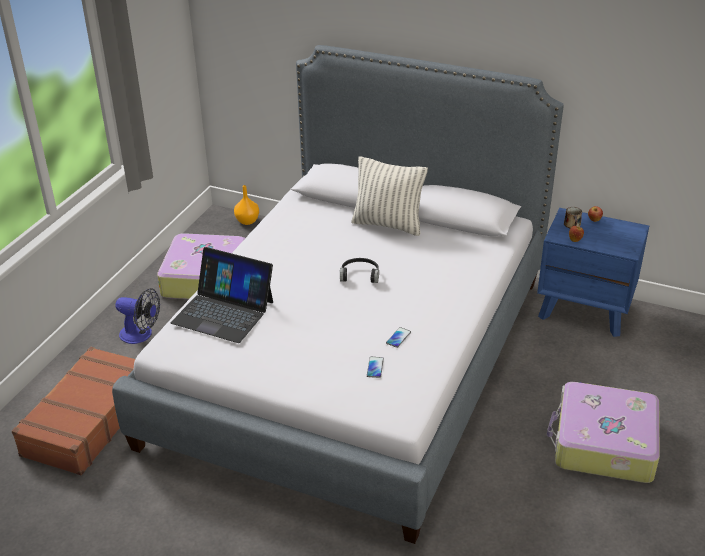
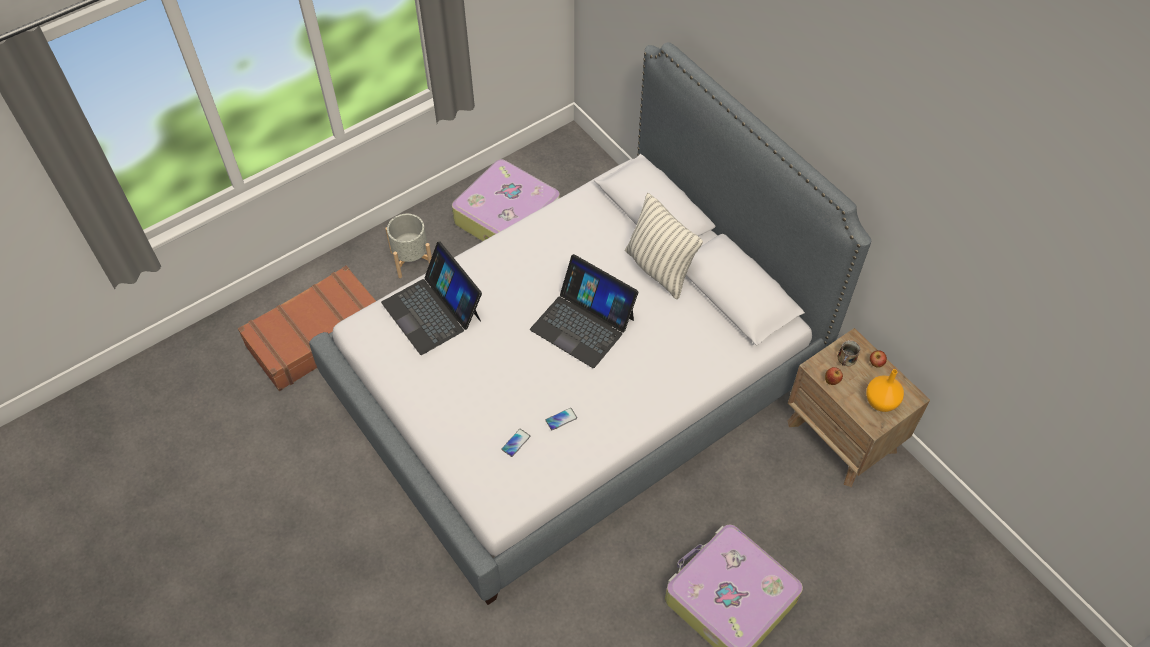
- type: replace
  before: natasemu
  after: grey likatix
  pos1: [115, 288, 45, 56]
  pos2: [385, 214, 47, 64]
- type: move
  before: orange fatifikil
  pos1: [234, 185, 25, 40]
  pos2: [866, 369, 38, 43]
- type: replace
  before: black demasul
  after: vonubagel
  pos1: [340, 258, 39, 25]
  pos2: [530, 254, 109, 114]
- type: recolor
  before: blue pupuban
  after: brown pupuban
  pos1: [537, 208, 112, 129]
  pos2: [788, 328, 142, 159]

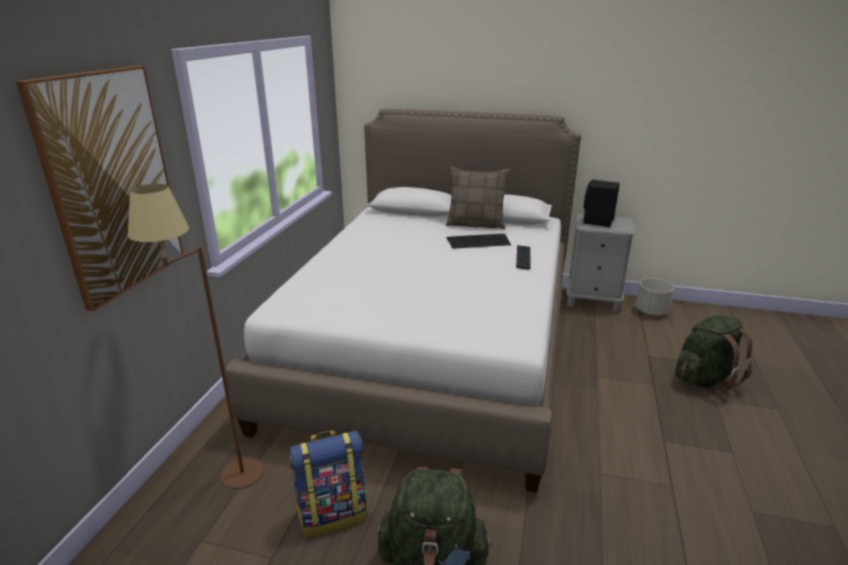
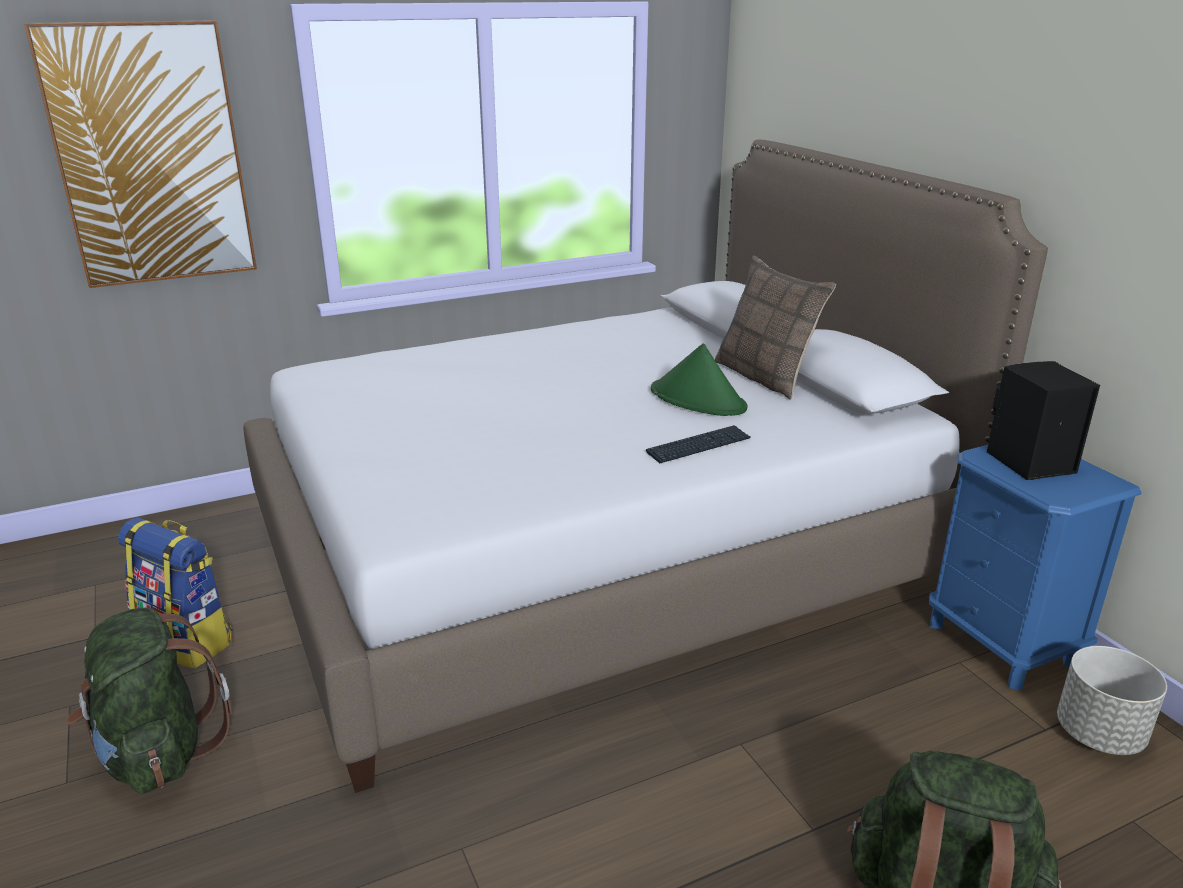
- type: delete
  before: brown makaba
  pos1: [128, 184, 136, 305]
- type: replace
  before: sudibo
  after: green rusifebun
  pos1: [447, 234, 64, 15]
  pos2: [651, 343, 96, 73]
- type: recolor
  before: grey pupuban
  after: blue pupuban
  pos1: [567, 213, 68, 99]
  pos2: [929, 445, 213, 245]

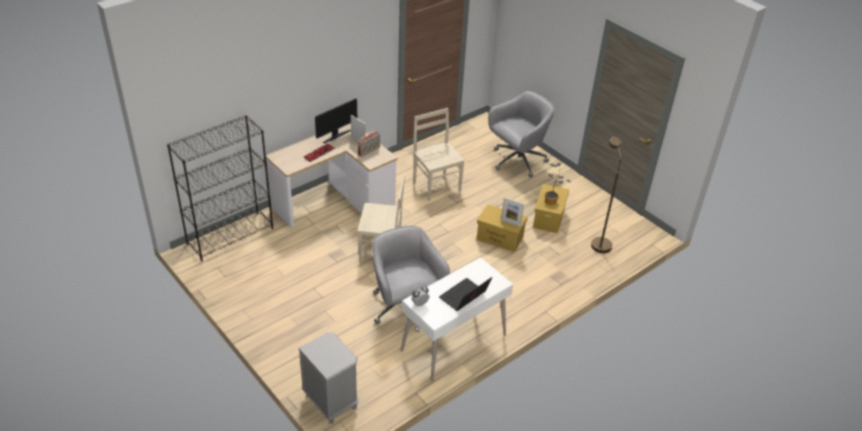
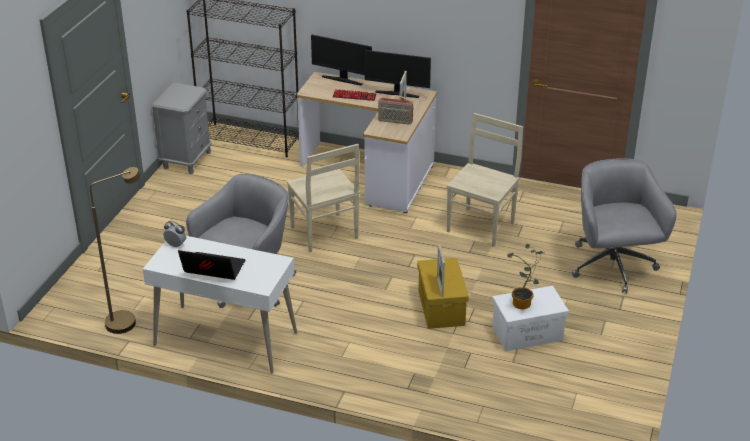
- type: move
  before: grey pupuban
  pos1: [298, 332, 61, 92]
  pos2: [152, 83, 60, 91]
- type: rotate
  before: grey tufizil
  pos1: [488, 91, 67, 87]
  pos2: [572, 158, 105, 135]
  turn: -120
- type: recolor
  before: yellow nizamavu
  after: white nizamavu
  pos1: [533, 184, 36, 49]
  pos2: [492, 286, 77, 65]
- type: move
  before: brown makaba
  pos1: [591, 137, 31, 116]
  pos2: [90, 167, 51, 167]
- type: insert
  after: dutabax
  pos2: [311, 35, 61, 51]

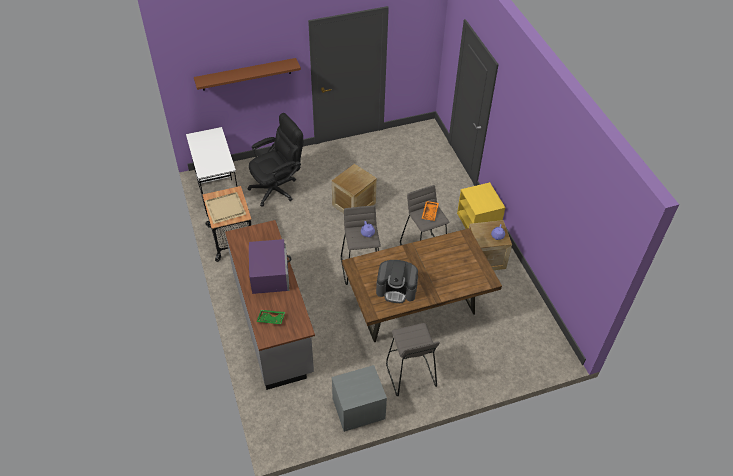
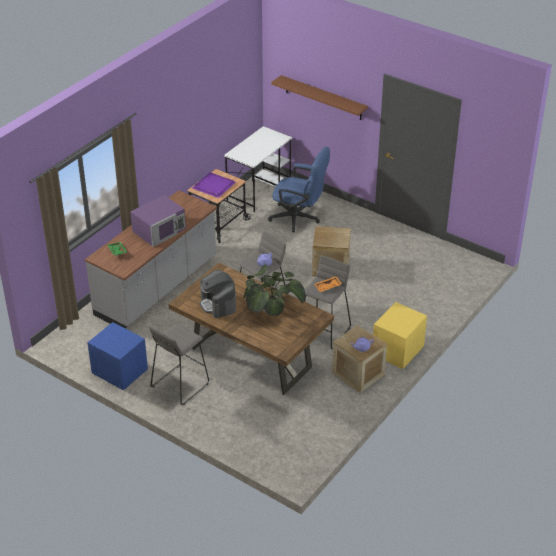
- type: recolor
  before: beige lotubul
  after: purple lotubul
  pos1: [205, 192, 41, 32]
  pos2: [192, 172, 44, 26]
- type: recolor
  before: black tufizil
  after: blue tufizil
  pos1: [247, 113, 56, 94]
  pos2: [268, 147, 62, 85]
- type: recolor
  before: grey pupuban
  after: blue pupuban
  pos1: [332, 365, 55, 67]
  pos2: [87, 322, 61, 68]
- type: insert
  after: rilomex
  pos2: [243, 264, 63, 52]

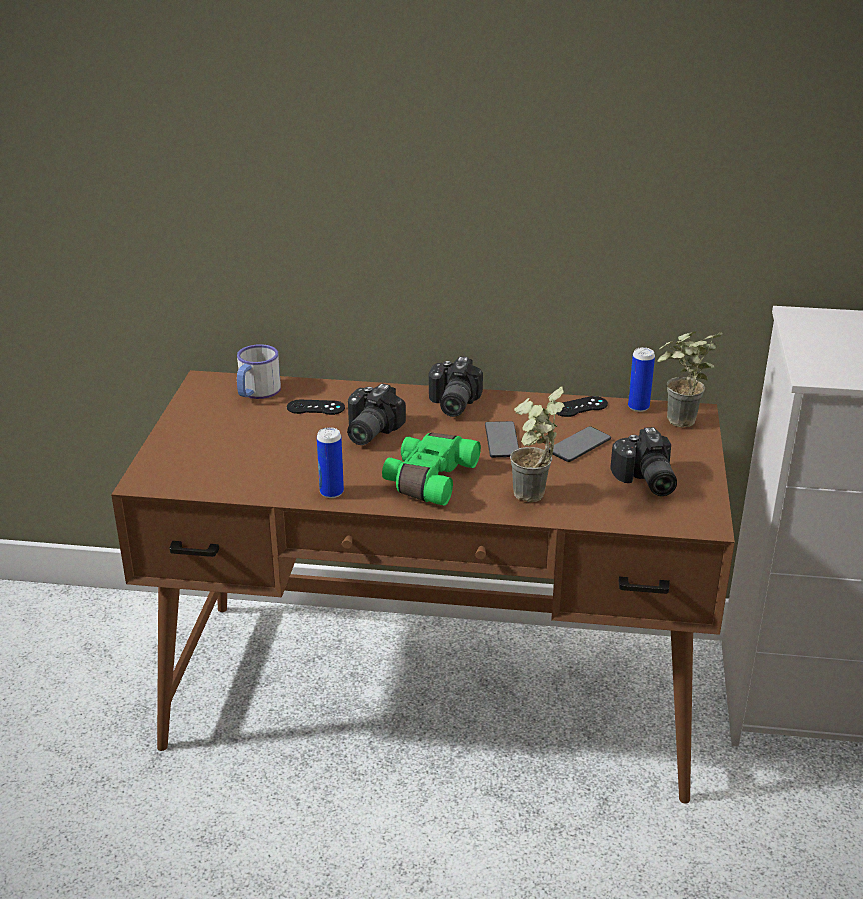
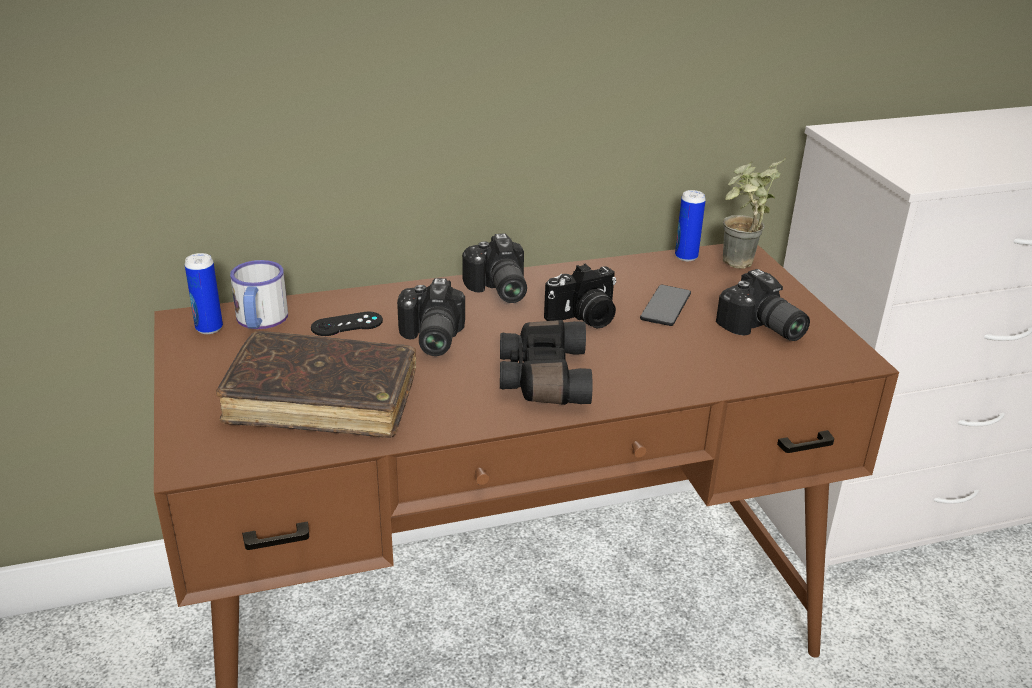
- type: move
  before: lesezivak
  pos1: [317, 427, 27, 71]
  pos2: [185, 253, 38, 81]
- type: recolor
  before: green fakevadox
  after: black fakevadox
  pos1: [382, 433, 99, 73]
  pos2: [500, 320, 92, 85]
- type: replace
  before: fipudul
  after: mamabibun
  pos1: [485, 421, 34, 37]
  pos2: [544, 264, 72, 64]
- type: delete
  before: rilomex
  pos1: [510, 386, 55, 116]
- type: delete
  before: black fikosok
  pos1: [556, 396, 52, 21]
- type: insert
  after: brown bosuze
  pos2: [216, 331, 200, 107]

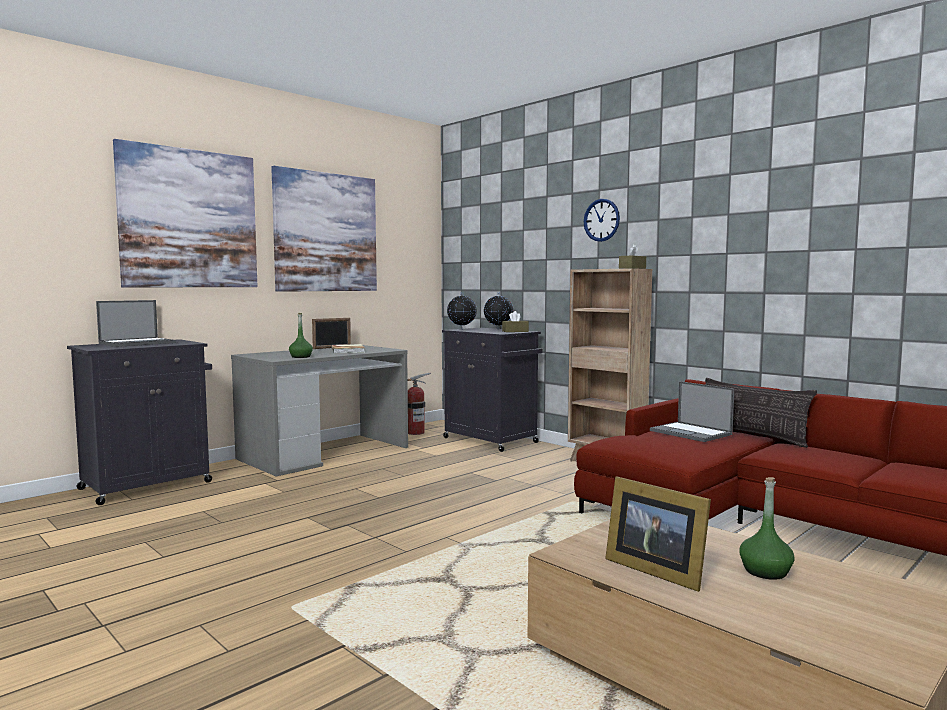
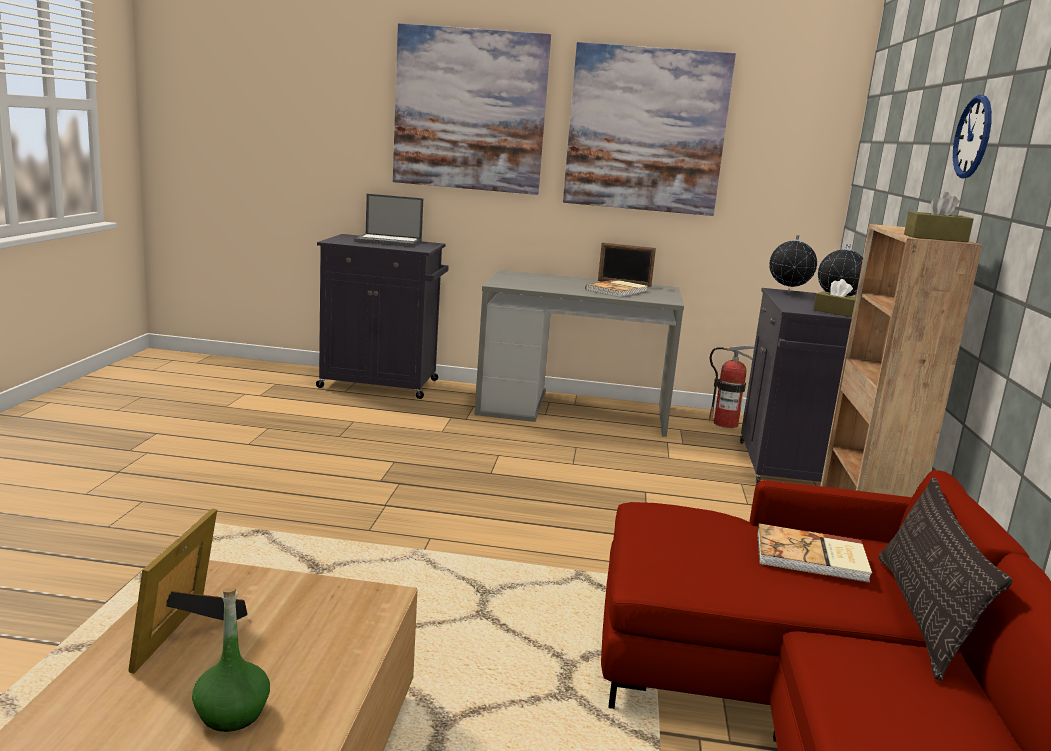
- type: delete
  before: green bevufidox
  pos1: [289, 313, 24, 45]
- type: replace
  before: vonubagel
  after: bosuze
  pos1: [650, 381, 84, 61]
  pos2: [757, 523, 115, 60]

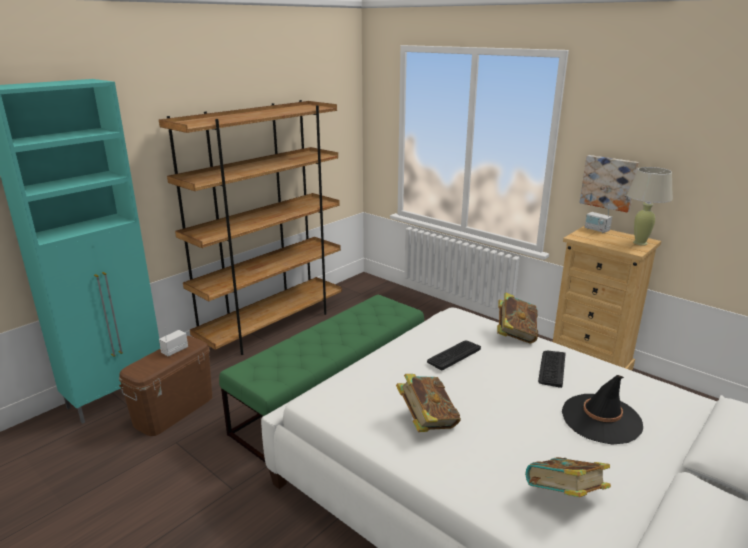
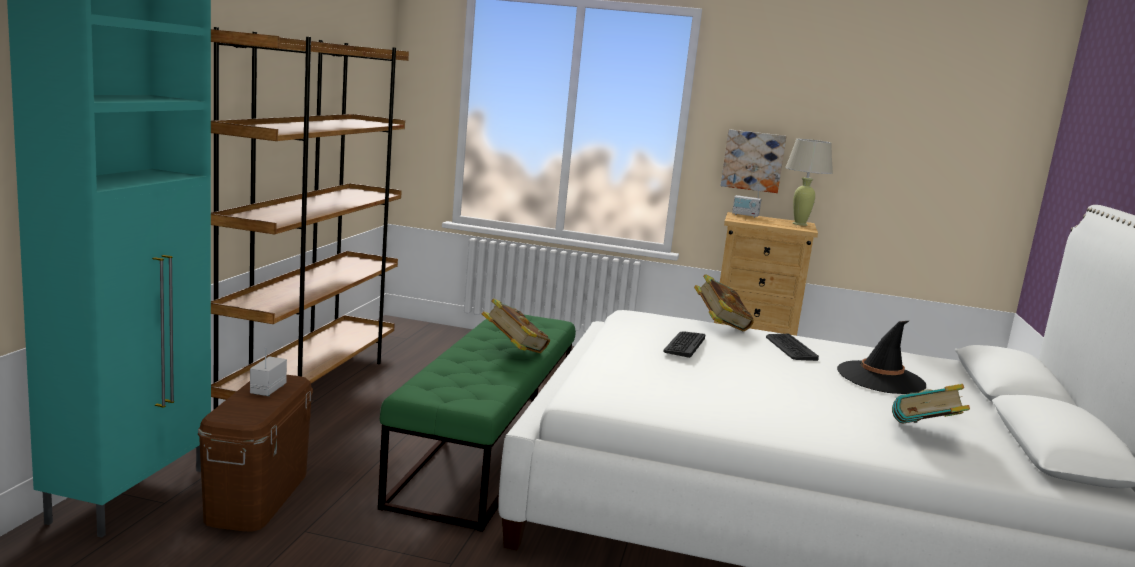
- type: move
  before: bosuze
  pos1: [396, 374, 65, 58]
  pos2: [482, 298, 68, 55]

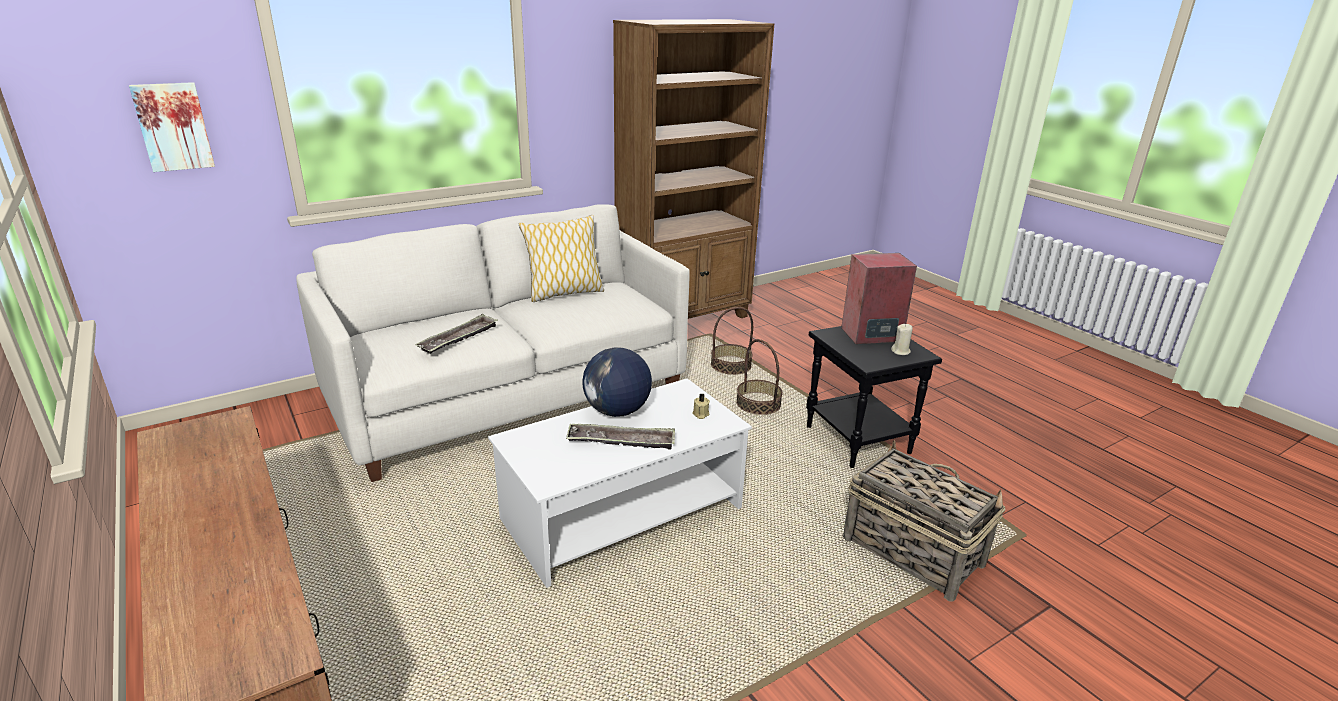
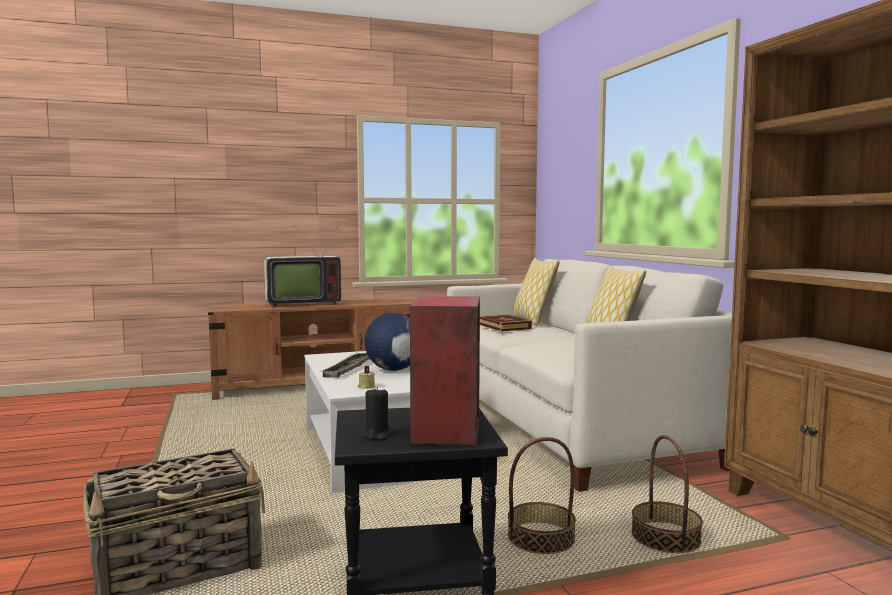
- type: delete
  before: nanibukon
  pos1: [129, 82, 86, 90]
- type: replace
  before: lotubul
  after: bosuze
  pos1: [415, 314, 82, 40]
  pos2: [480, 314, 52, 18]
- type: recolor
  before: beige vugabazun
  after: black vugabazun
  pos1: [891, 324, 22, 31]
  pos2: [363, 387, 29, 53]
- type: insert
  after: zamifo
  pos2: [264, 222, 77, 86]
- type: insert
  after: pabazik
  pos2: [513, 258, 47, 68]

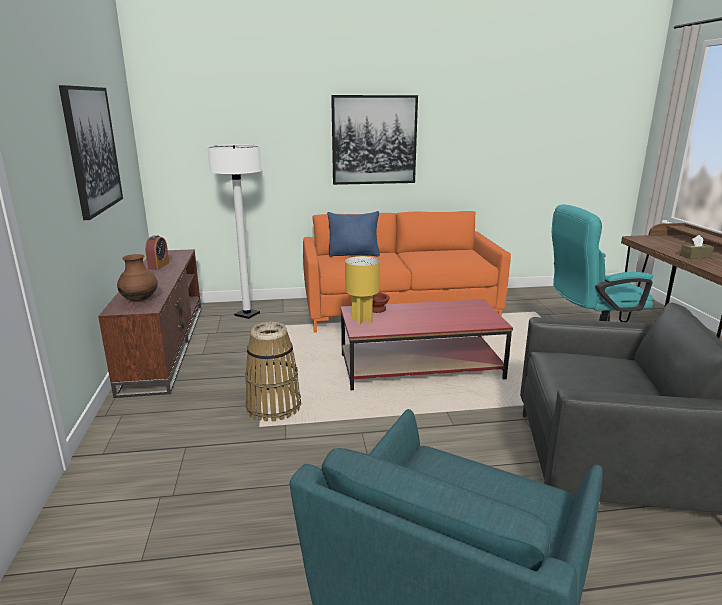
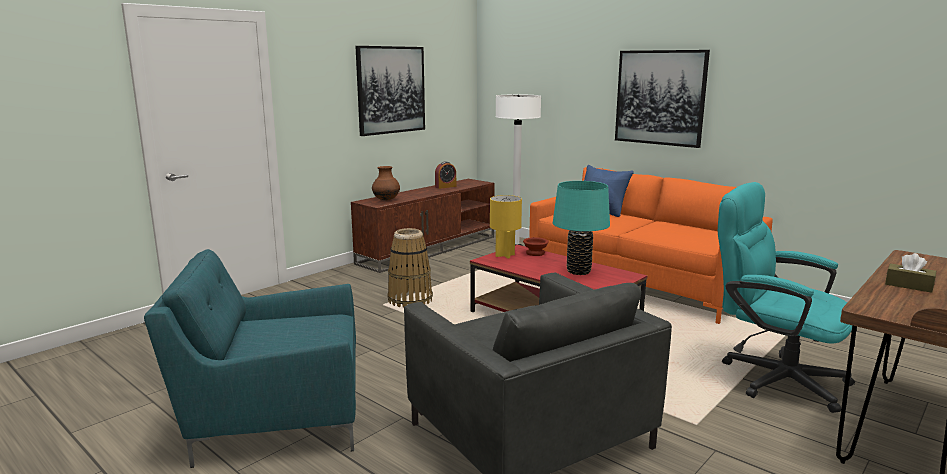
- type: insert
  after: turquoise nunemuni
  pos2: [553, 181, 57, 94]

